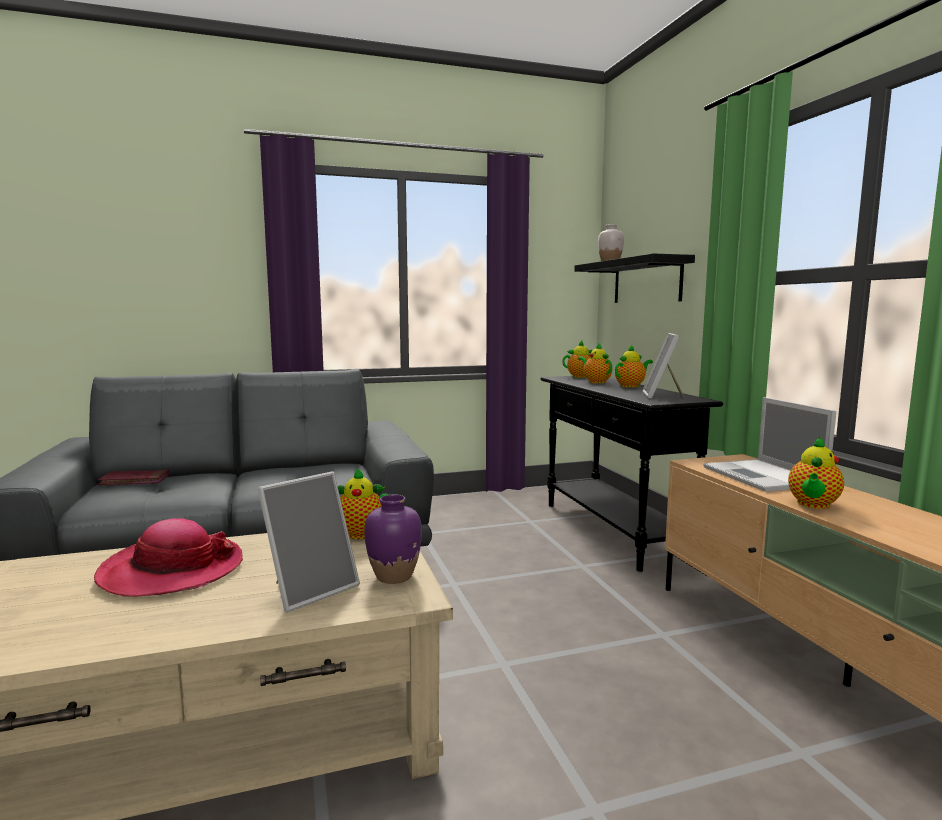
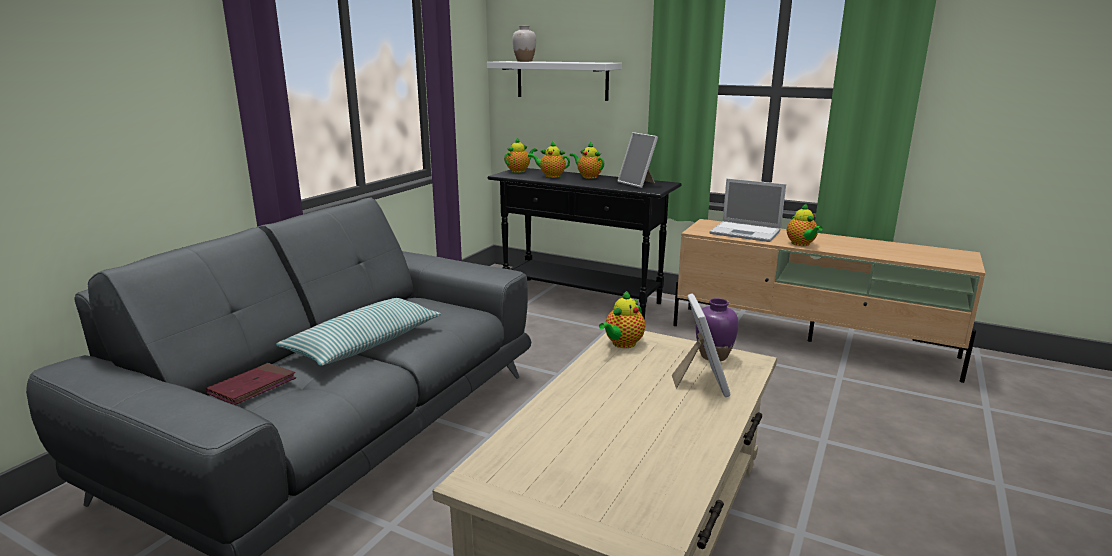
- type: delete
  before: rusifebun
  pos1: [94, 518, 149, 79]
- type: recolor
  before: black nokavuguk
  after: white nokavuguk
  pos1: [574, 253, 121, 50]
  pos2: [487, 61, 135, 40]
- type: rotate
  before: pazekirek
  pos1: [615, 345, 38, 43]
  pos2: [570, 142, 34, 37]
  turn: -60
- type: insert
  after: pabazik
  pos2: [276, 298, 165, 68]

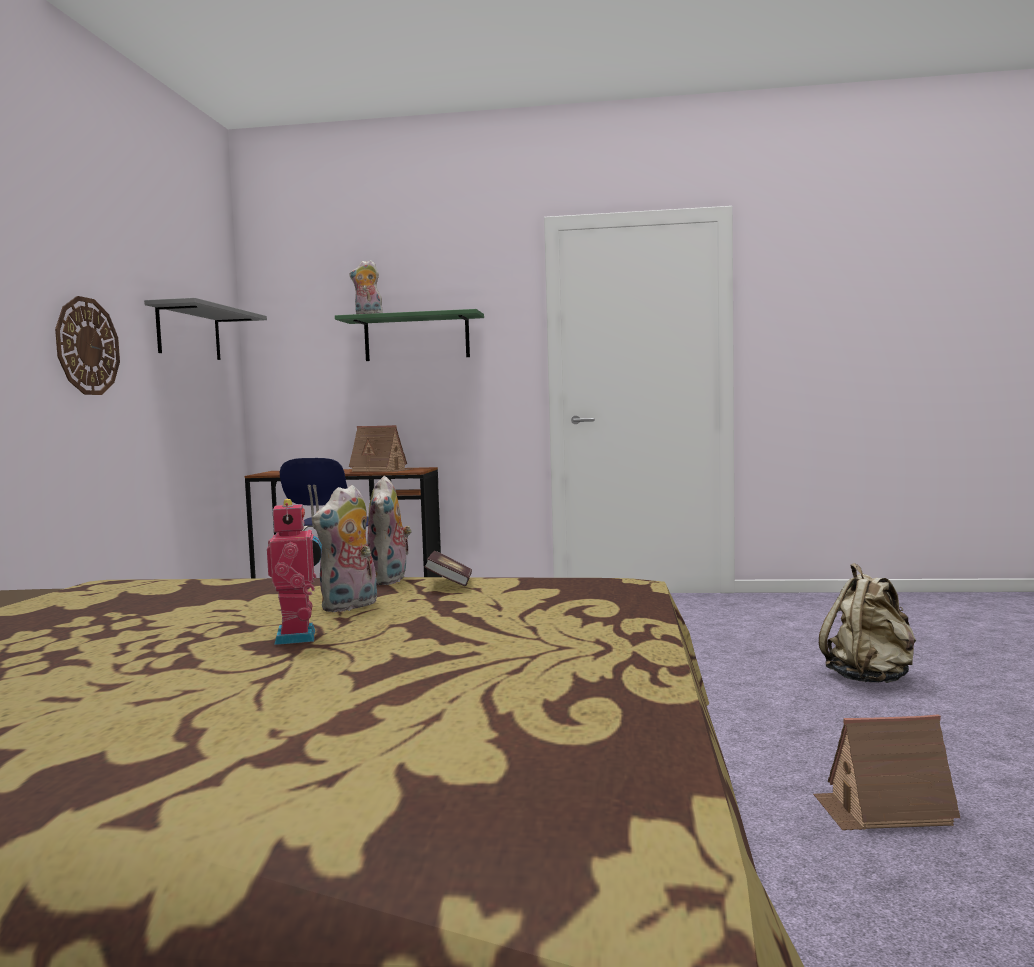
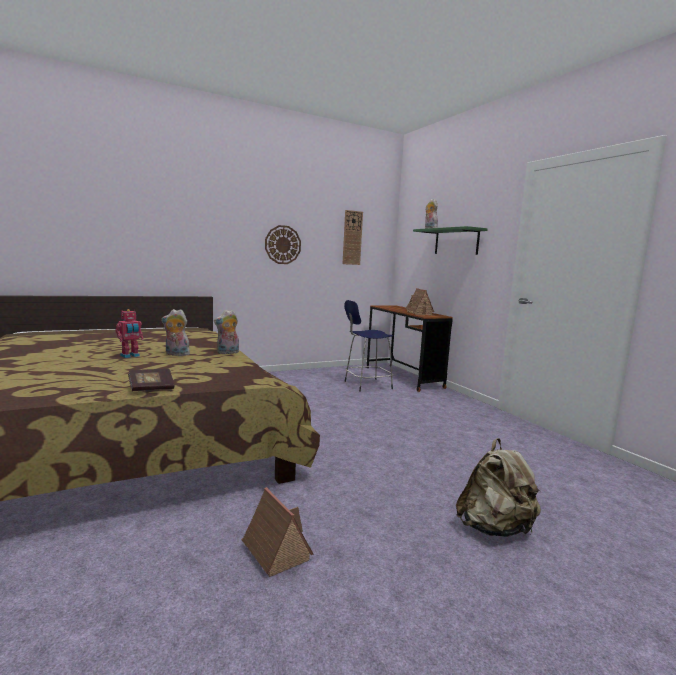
- type: replace
  before: grey nokavuguk
  after: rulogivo
  pos1: [144, 298, 123, 62]
  pos2: [343, 210, 20, 55]
- type: move
  before: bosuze
  pos1: [424, 551, 48, 35]
  pos2: [128, 369, 46, 22]

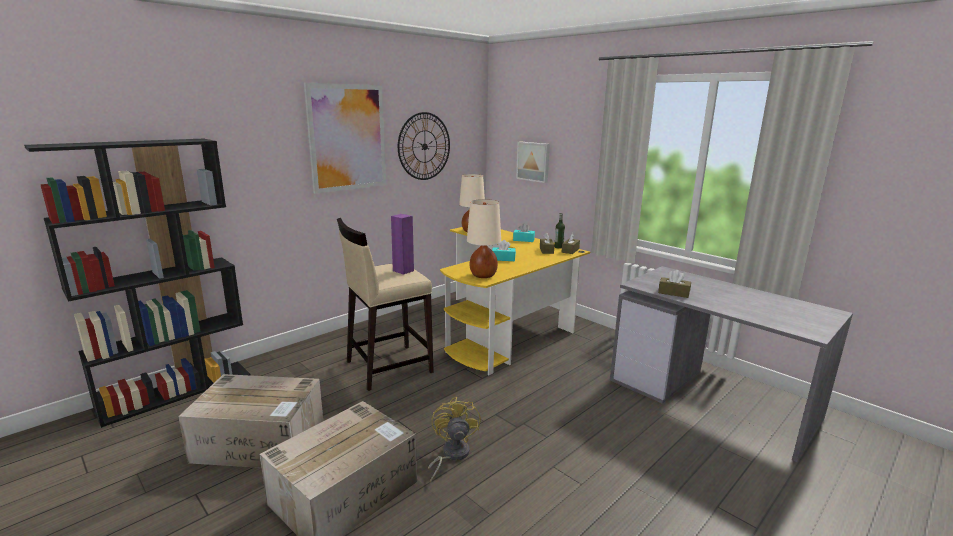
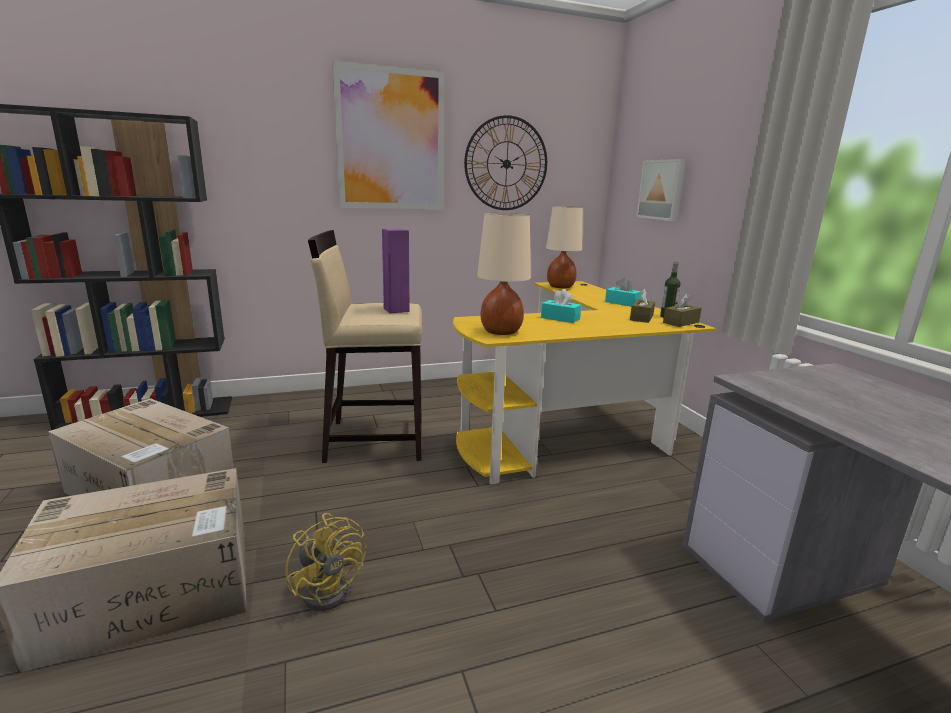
- type: rotate
  before: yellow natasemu
  pos1: [428, 397, 53, 86]
  pos2: [285, 513, 82, 98]
  turn: 120
- type: delete
  before: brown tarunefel
  pos1: [658, 270, 33, 28]

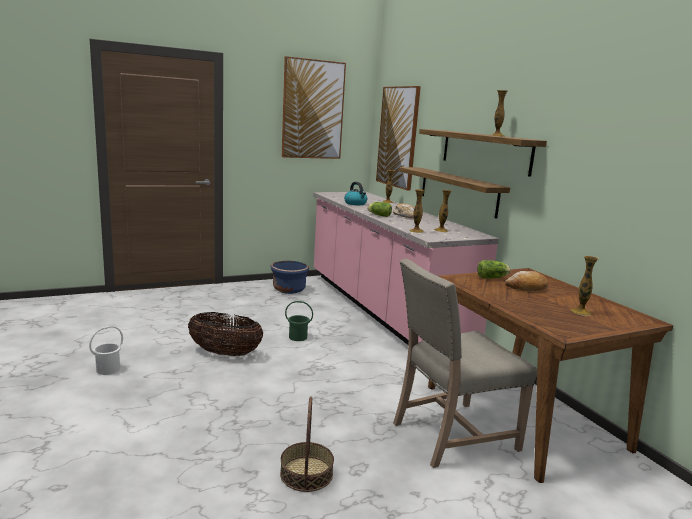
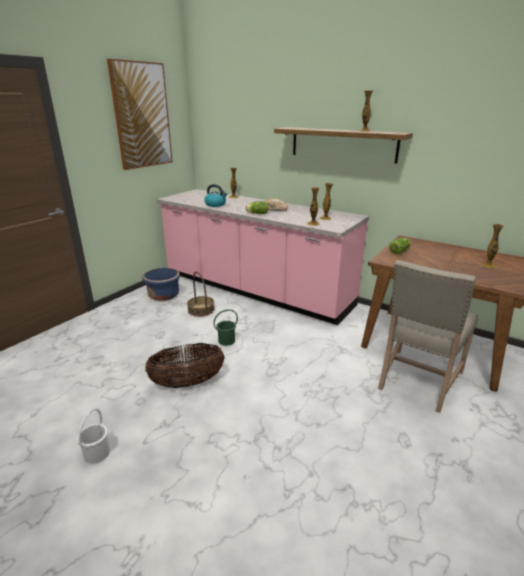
- type: move
  before: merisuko
  pos1: [280, 396, 54, 96]
  pos2: [187, 271, 28, 46]
- type: delete
  before: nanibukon
  pos1: [376, 86, 45, 104]
- type: delete
  before: nokavuguk
  pos1: [399, 167, 111, 52]
- type: delete
  before: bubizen
  pos1: [505, 271, 43, 20]

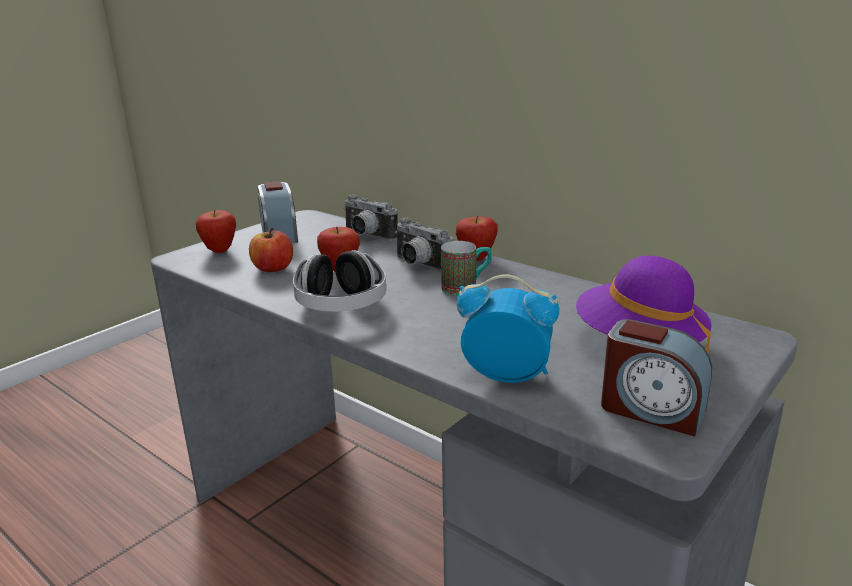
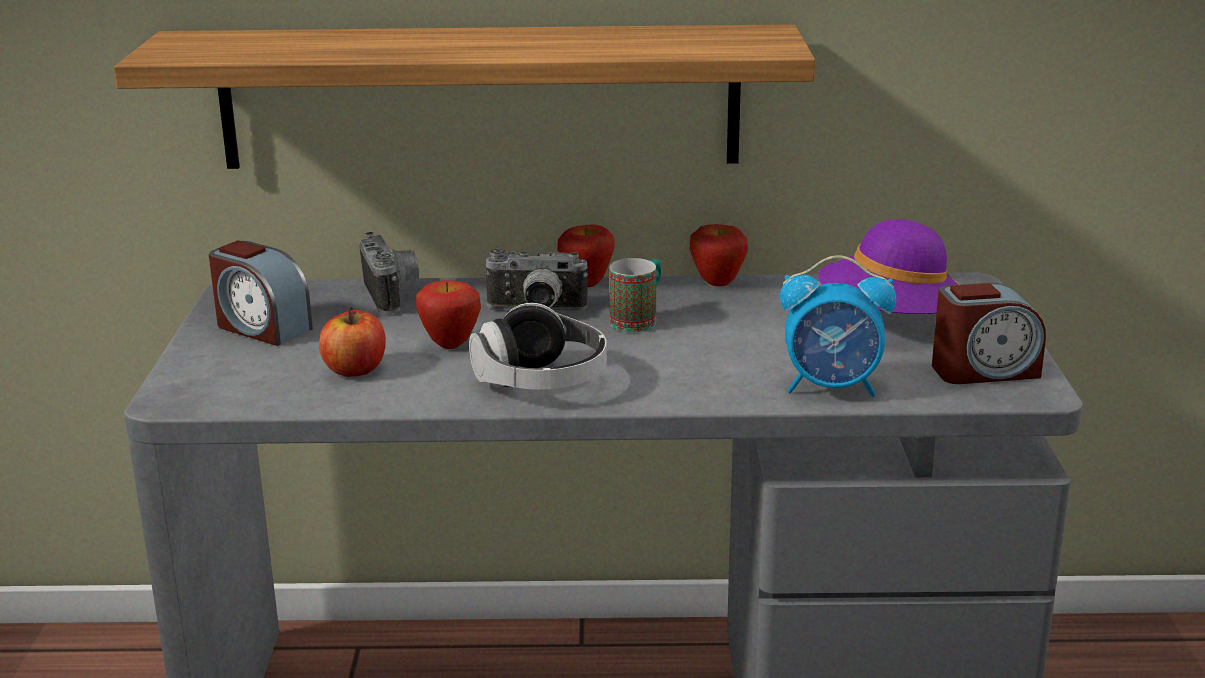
- type: move
  before: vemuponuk
  pos1: [196, 210, 40, 43]
  pos2: [690, 224, 58, 62]
- type: rotate
  before: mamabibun
  pos1: [343, 194, 55, 47]
  pos2: [359, 232, 60, 82]
  turn: -105
- type: rotate
  before: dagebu
  pos1: [457, 274, 102, 109]
  pos2: [780, 255, 116, 142]
  turn: -150
- type: insert
  after: nokavuguk
  pos2: [114, 24, 702, 145]

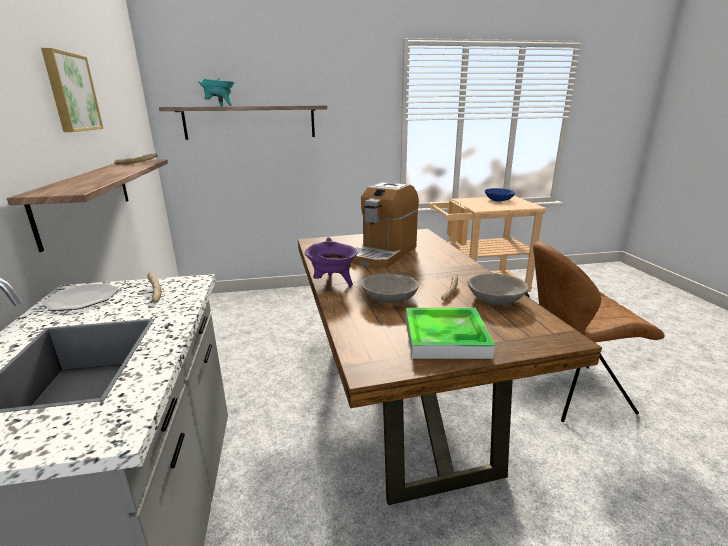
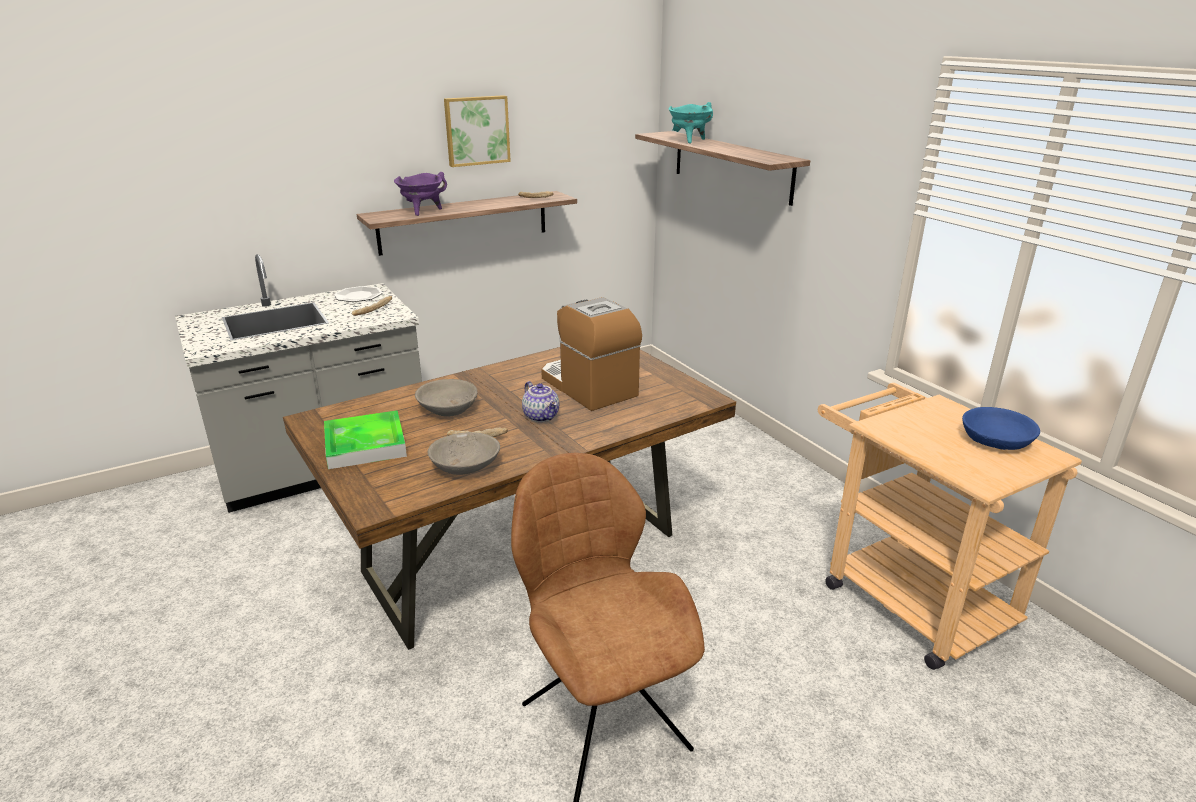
- type: move
  before: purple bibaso
  pos1: [305, 237, 53, 49]
  pos2: [394, 172, 53, 44]
- type: rotate
  before: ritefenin
  pos1: [351, 182, 68, 86]
  pos2: [541, 297, 101, 114]
  turn: 45
- type: insert
  after: pazekirek
  pos2: [522, 381, 37, 41]

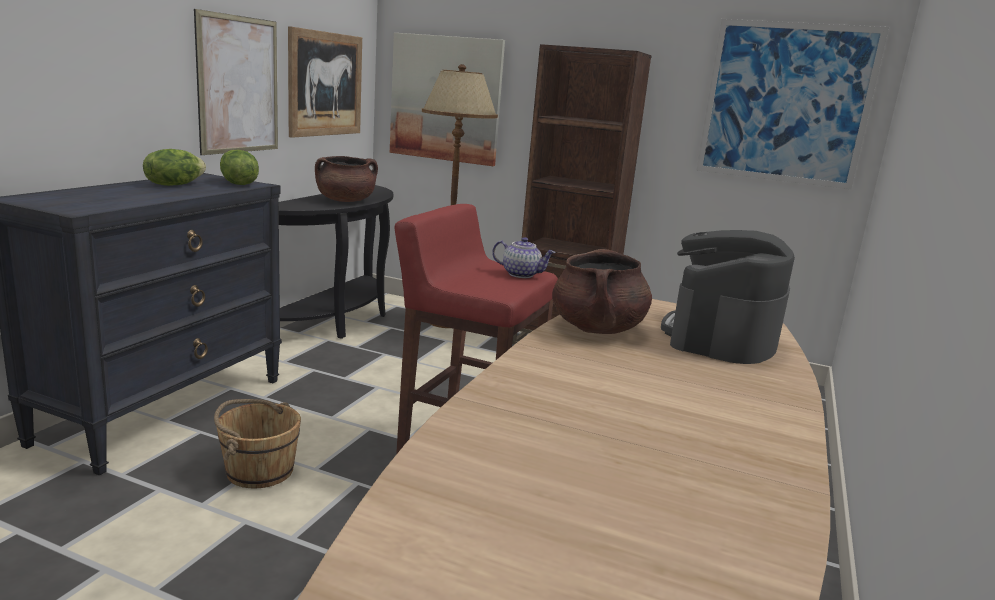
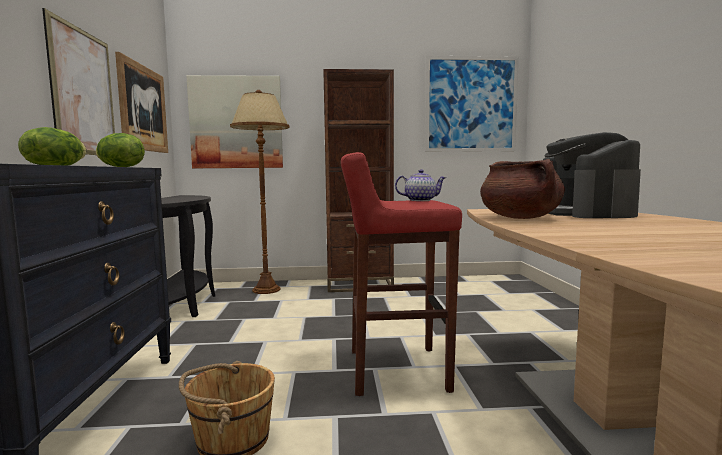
- type: delete
  before: brown bibaso
  pos1: [315, 156, 63, 46]

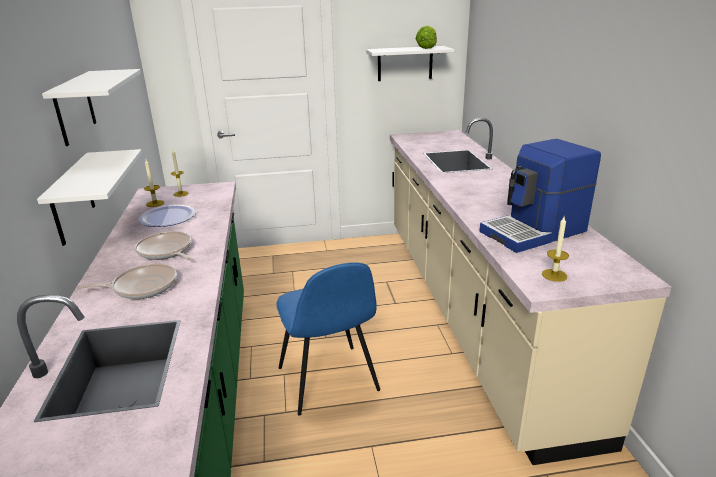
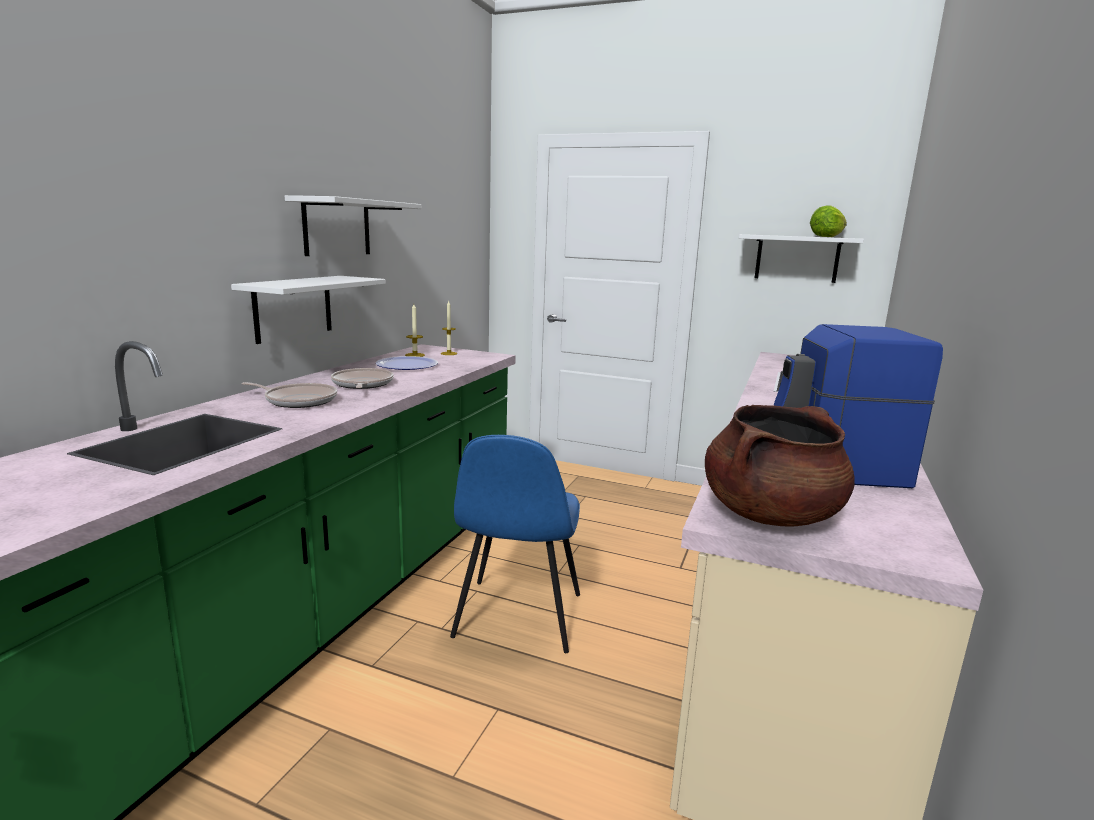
- type: replace
  before: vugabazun
  after: brown bibaso
  pos1: [542, 217, 27, 65]
  pos2: [705, 405, 150, 122]

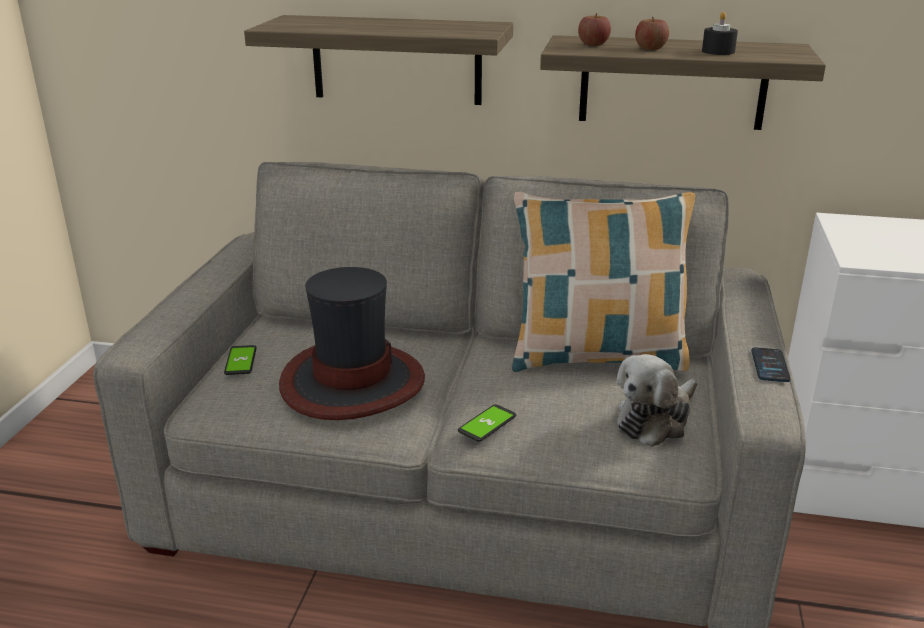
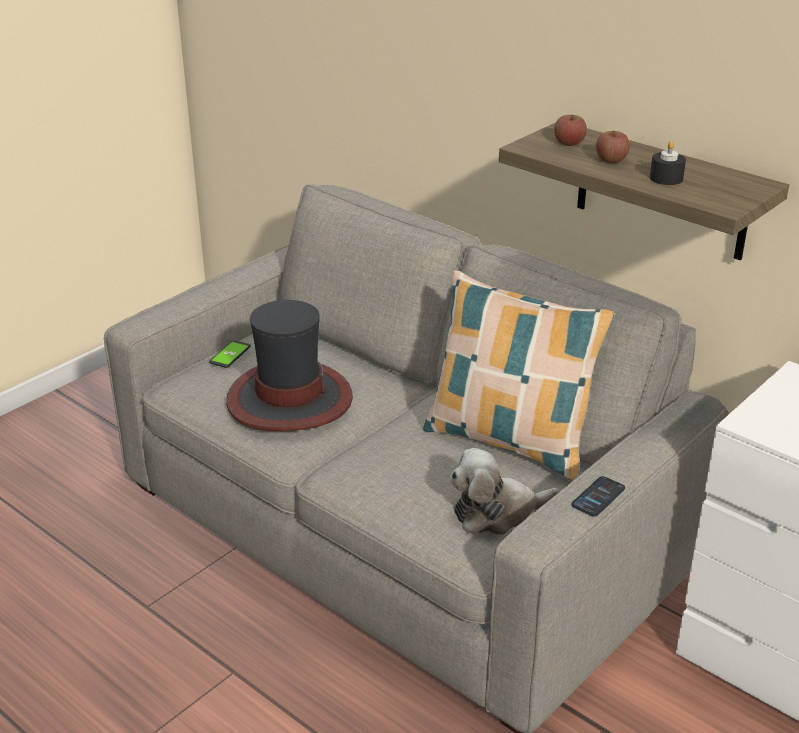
- type: delete
  before: nokavuguk
  pos1: [244, 15, 269, 90]
- type: delete
  before: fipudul
  pos1: [458, 404, 58, 38]

